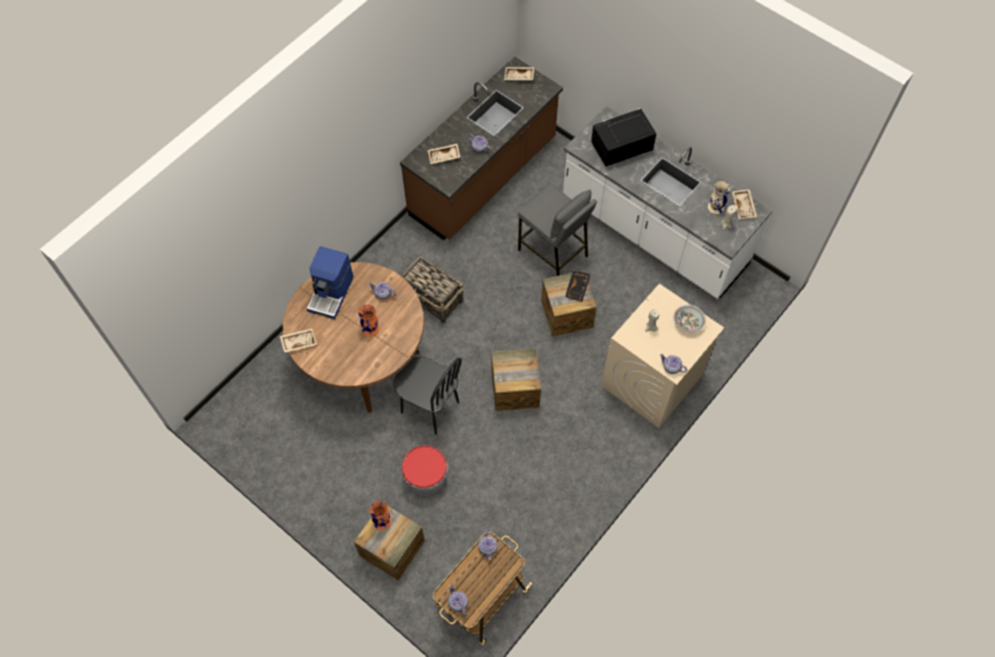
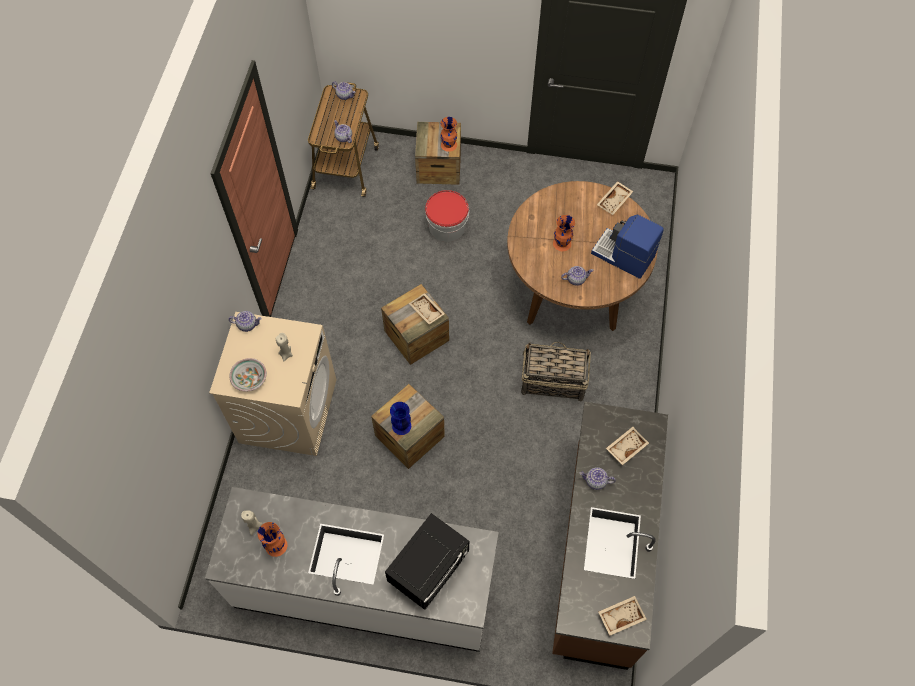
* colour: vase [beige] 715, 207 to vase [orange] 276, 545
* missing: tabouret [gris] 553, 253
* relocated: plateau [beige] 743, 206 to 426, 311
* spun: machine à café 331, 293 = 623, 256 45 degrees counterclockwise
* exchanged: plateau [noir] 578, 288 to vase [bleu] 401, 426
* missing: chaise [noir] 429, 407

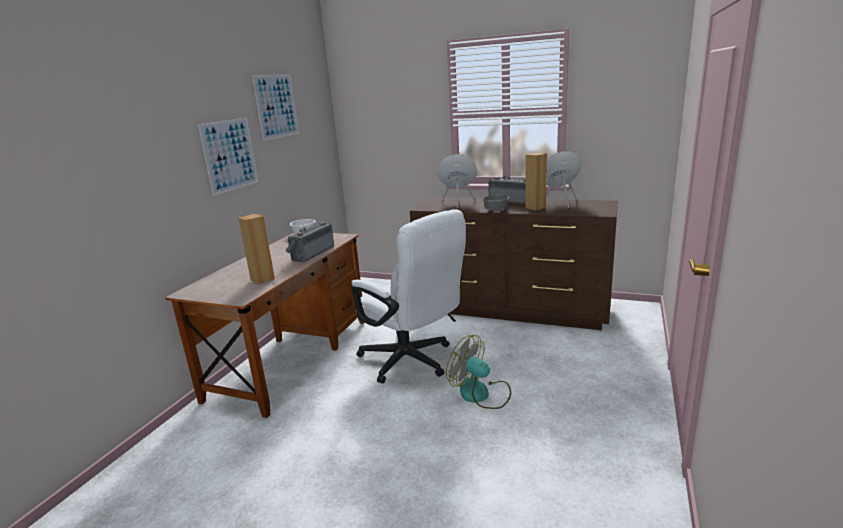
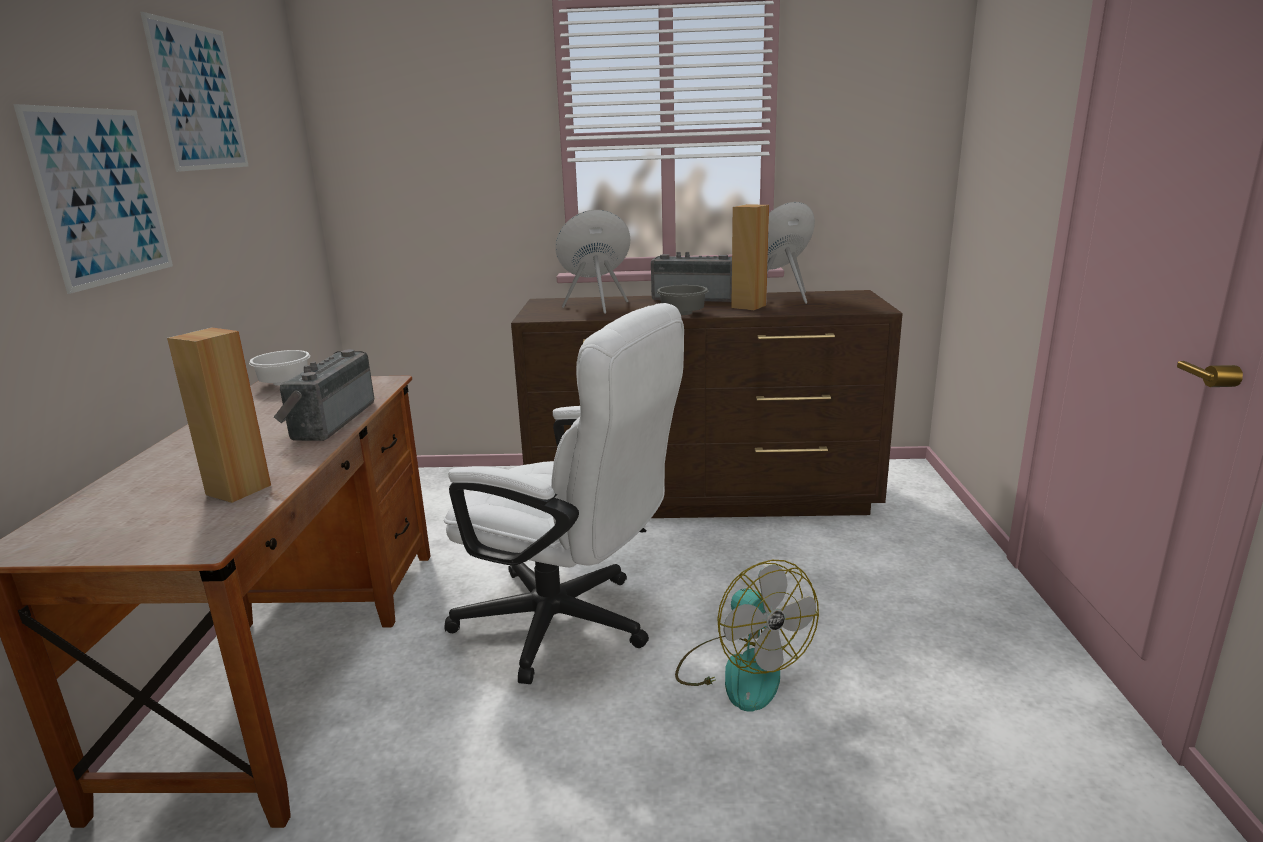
* spun: ventilateur 481, 394 = 741, 671 135 degrees counterclockwise

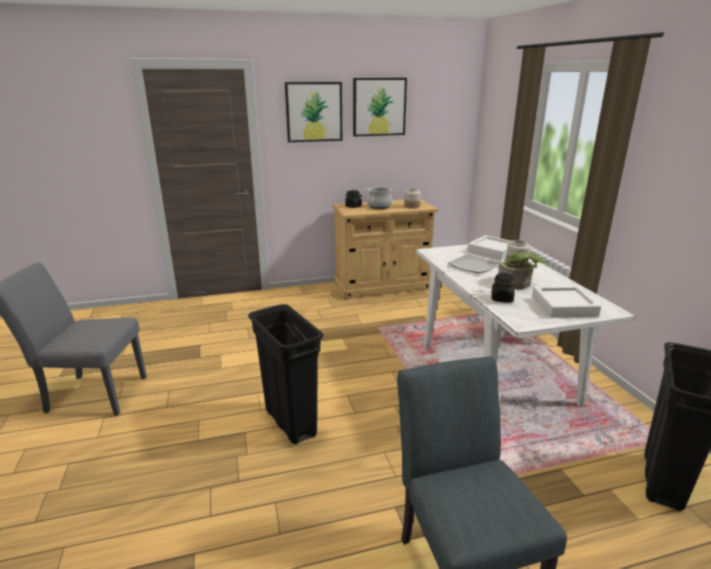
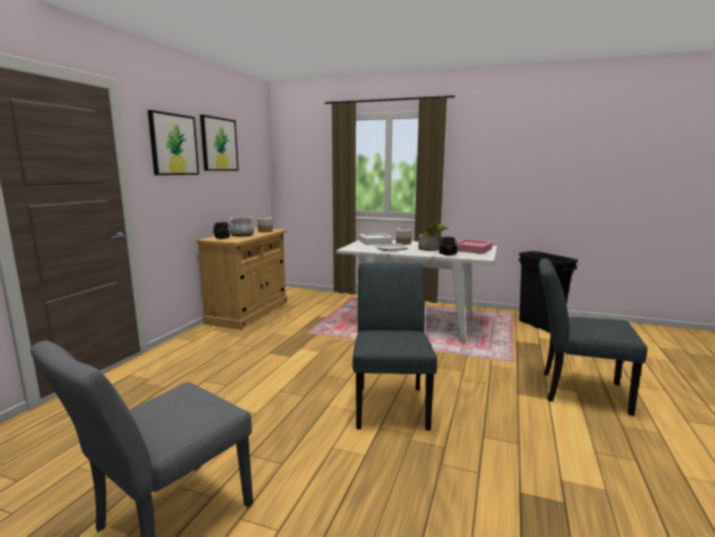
* colour: plateau [blanc] 564, 306 to plateau [rose] 472, 250
* exchanged: poubelle [noir] 291, 423 to chaise [gris] 391, 402

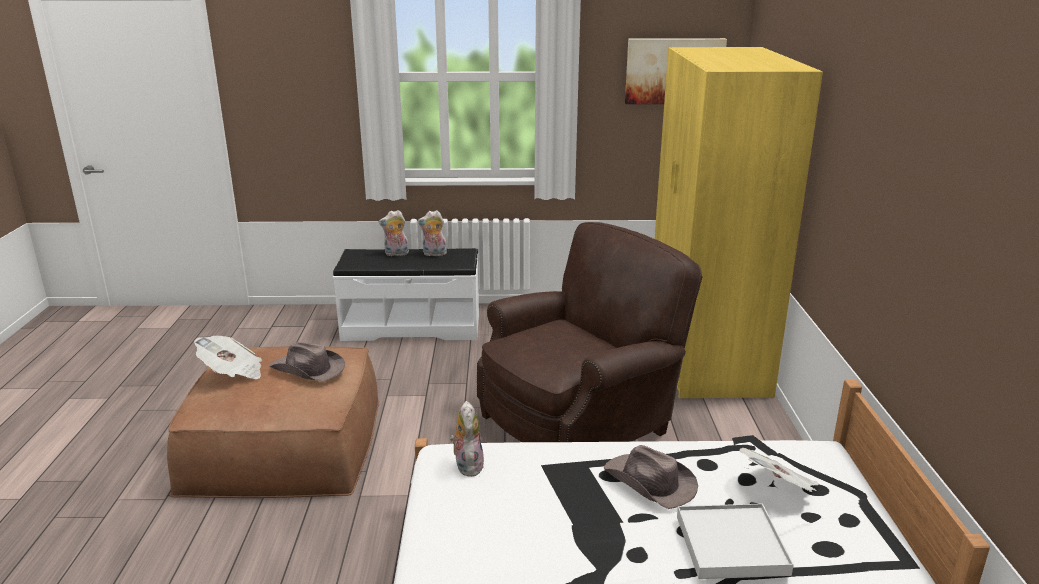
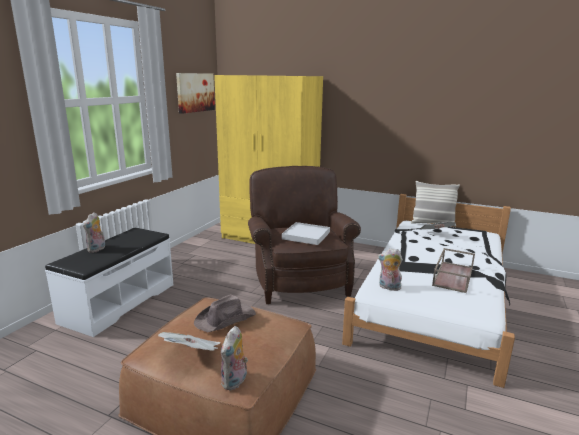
* relocated: peluche 434, 254 to 235, 382
* missing: chapeau [marron] 650, 482
* relocated: plateau [blanc] 731, 545 to 306, 235
* appeared: coussin 432, 223
* appeared: plateau [marron] 452, 276

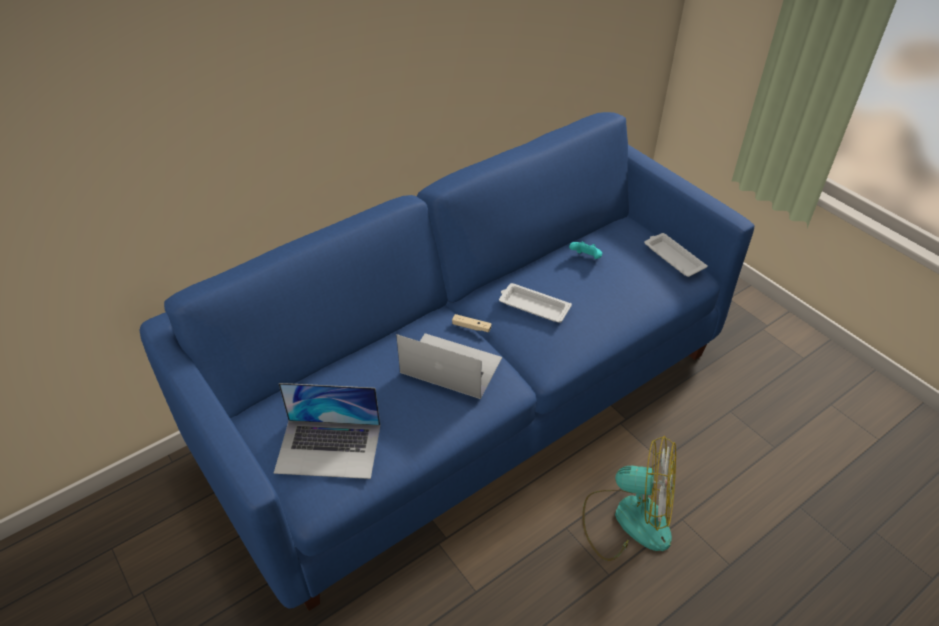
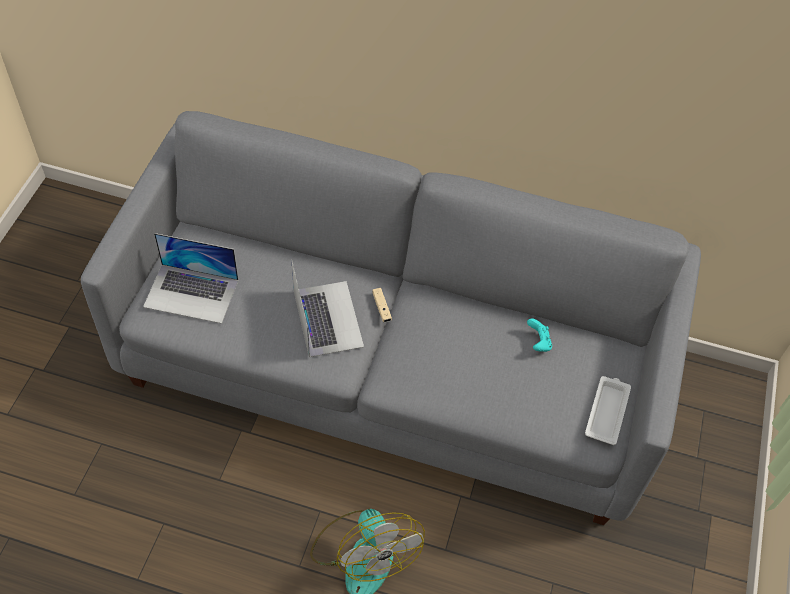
* colour: canapé [bleu] 470, 400 to canapé [gris] 391, 369
* missing: plateau [blanc] 533, 306
* spun: ordinateur portable 329, 448 = 191, 293 45 degrees counterclockwise

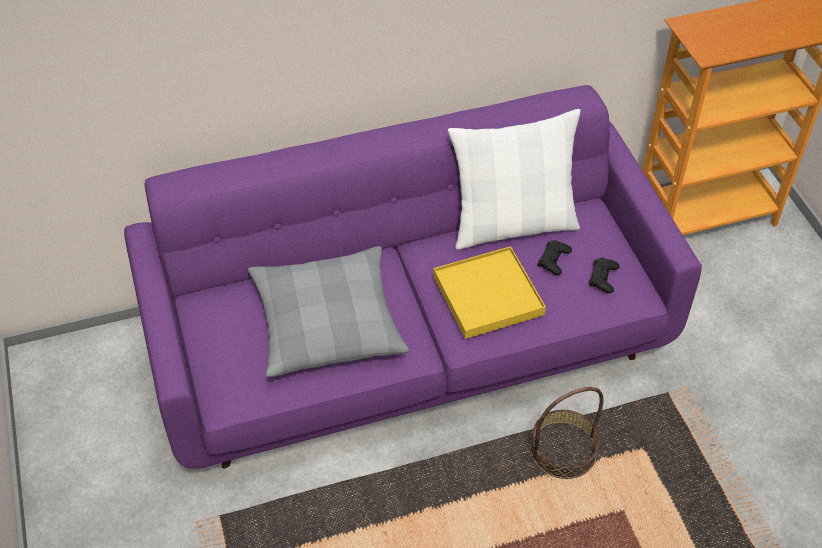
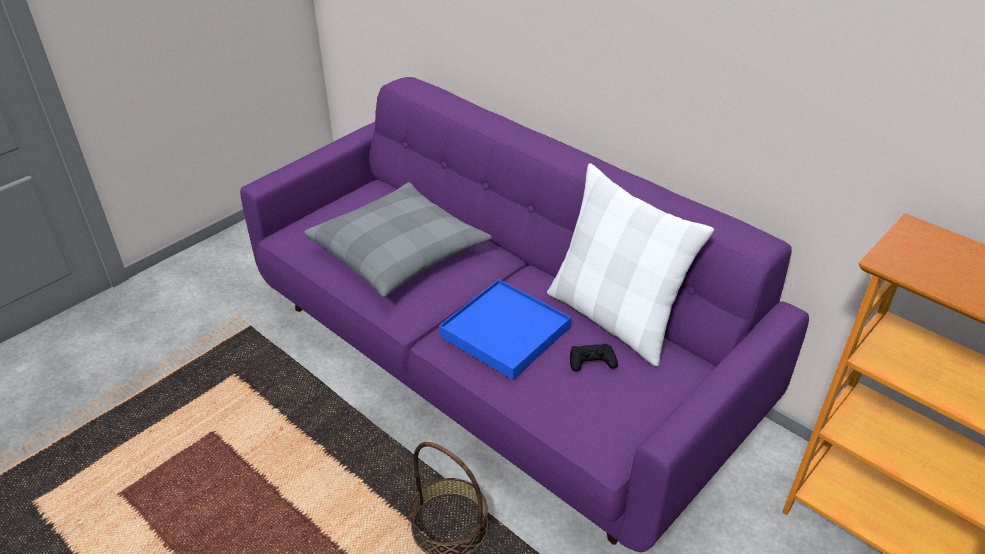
* colour: plateau [jaune] 487, 295 to plateau [bleu] 505, 331
* missing: manette [noir] 603, 278

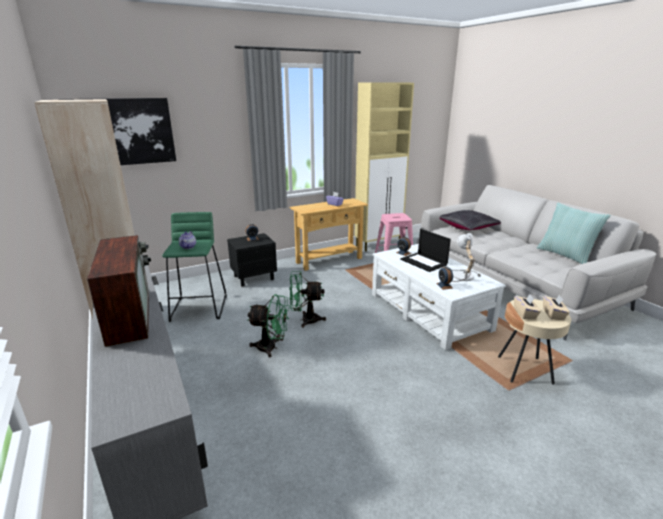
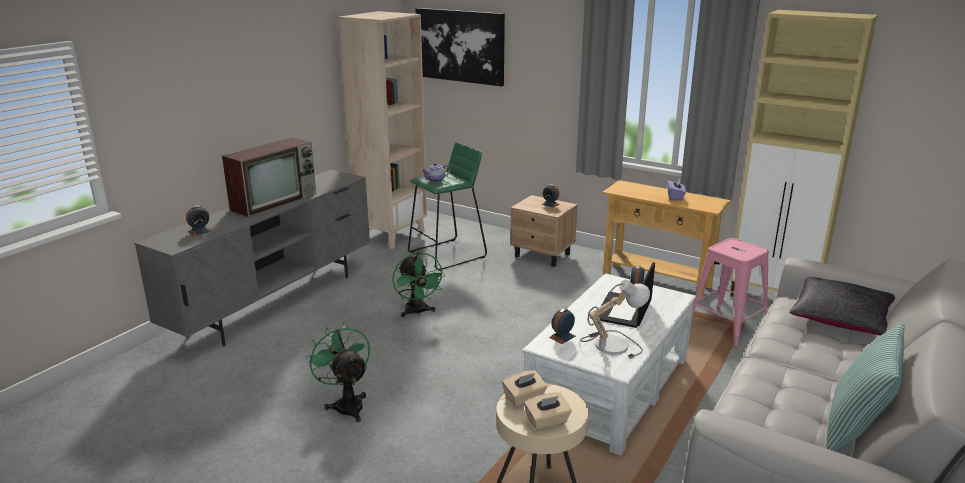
* colour: table de chevet [noir] 254, 277 to table de chevet [beige] 543, 255
* relocated: ventilateur [vert] 305, 320 to 346, 404
* appeared: réveil 199, 231

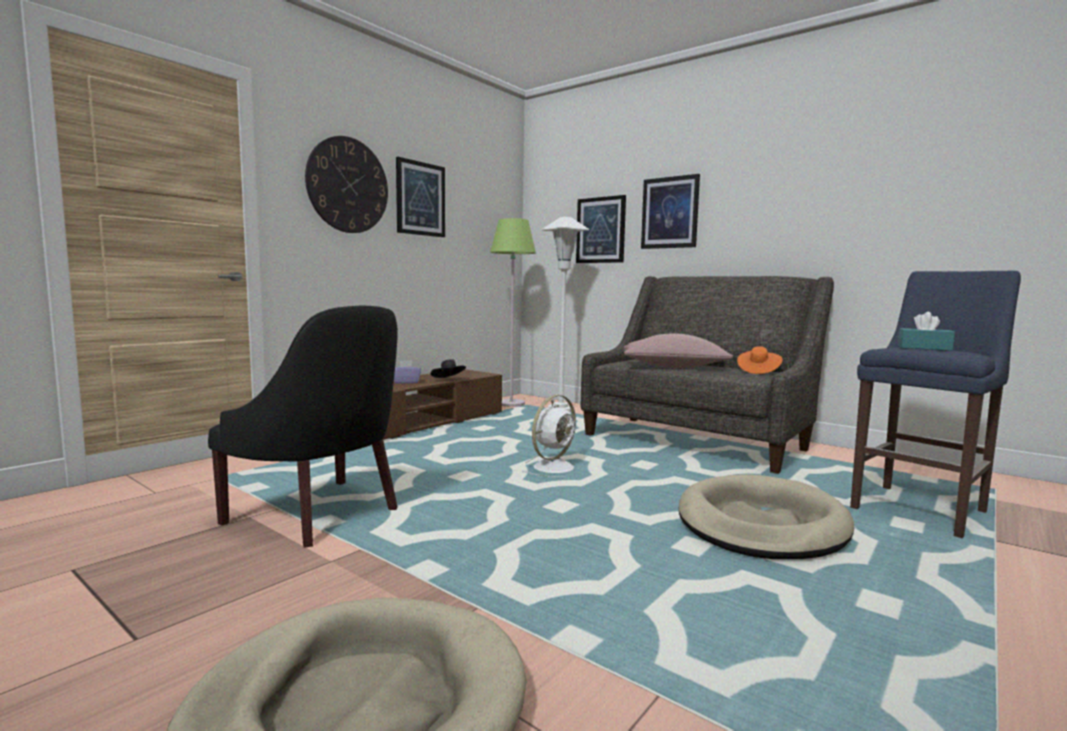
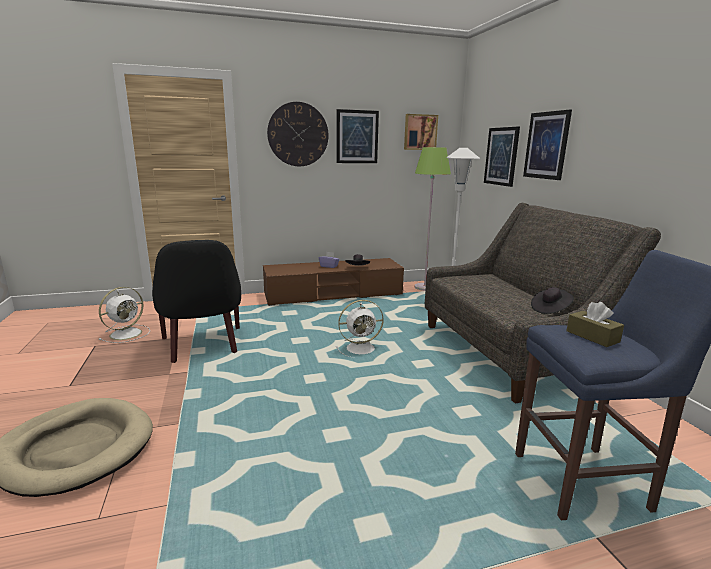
* colour: boîte à mouchoirs [turquoise] 924, 348 to boîte à mouchoirs [marron] 592, 336
* missing: coussin [rose] 674, 367
* colour: chapeau [orange] 758, 371 to chapeau [noir] 550, 309
* missing: panier pour chien [beige] 761, 524
* appeared: tableau 420, 132
* appeared: ventilateur [blanc] 127, 333

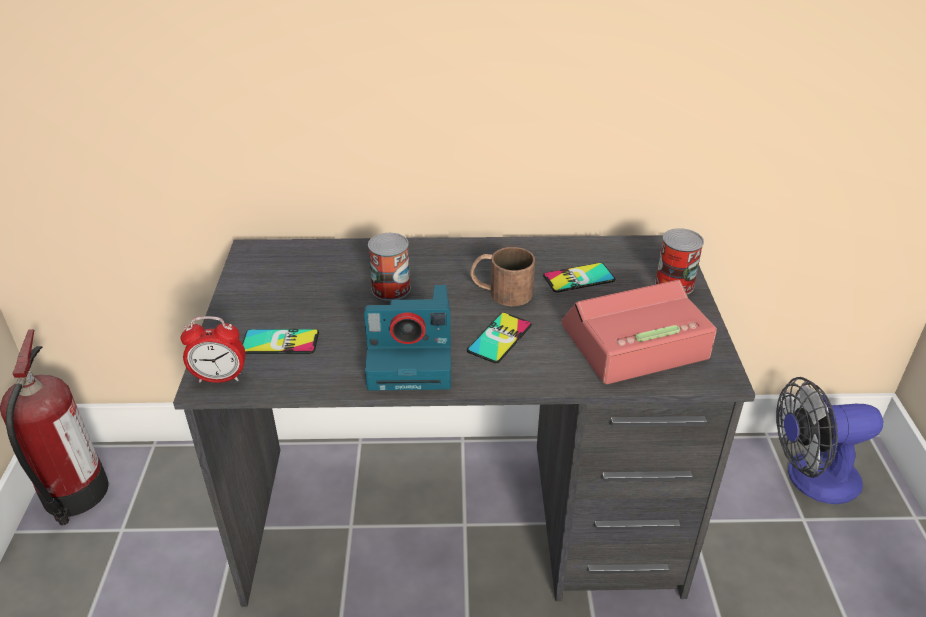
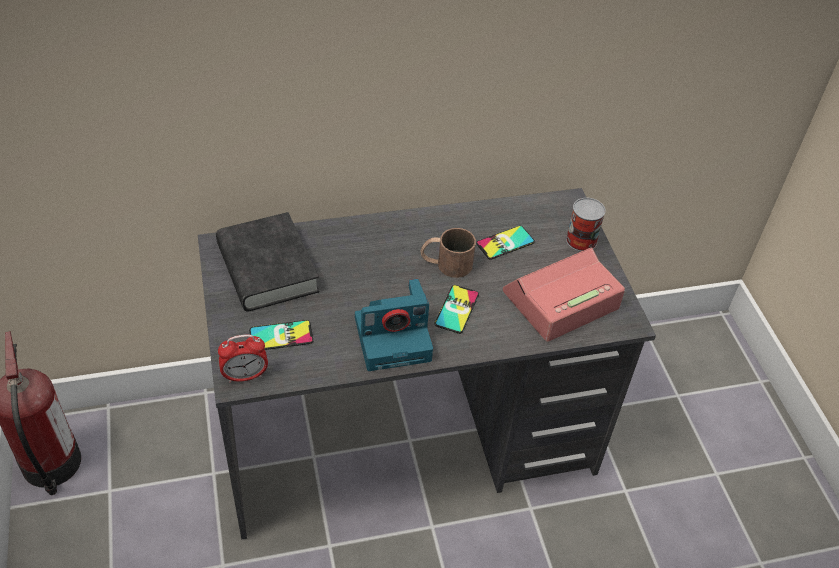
* missing: boîte métallique 391, 289
* missing: ventilateur 811, 478
* appeared: livre [noir] 267, 268

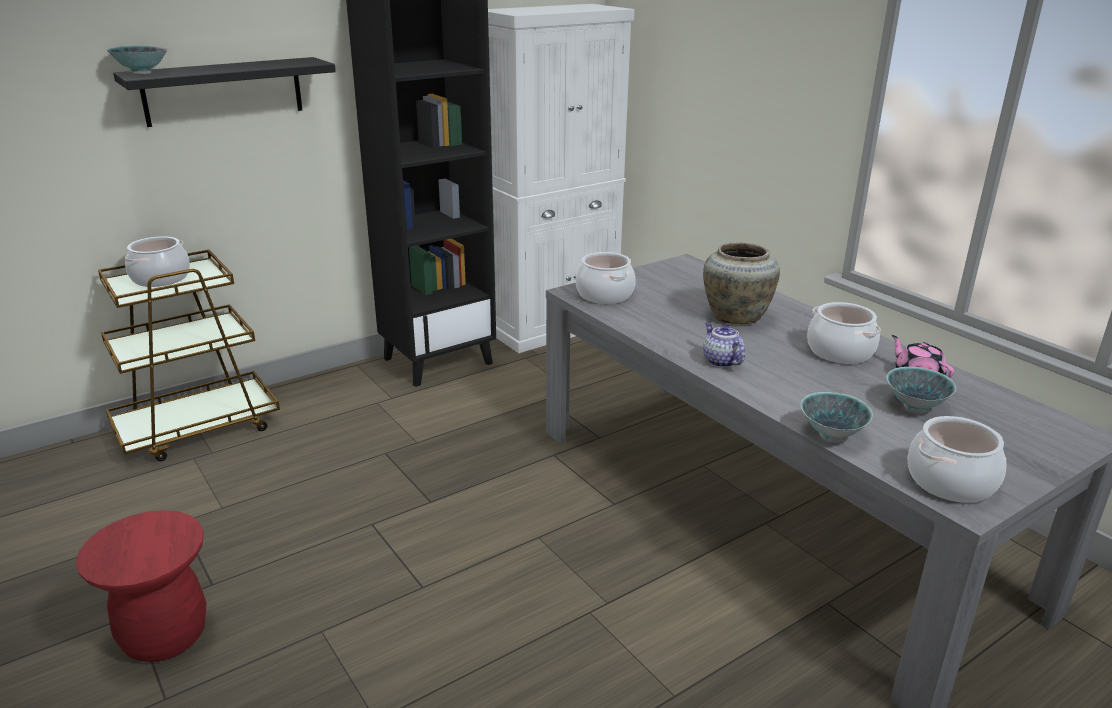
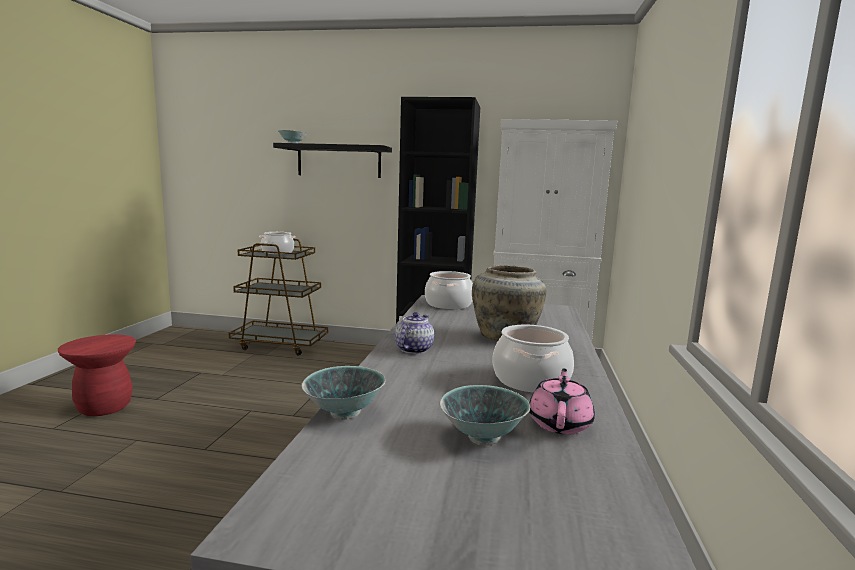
* missing: marmite 950, 482

